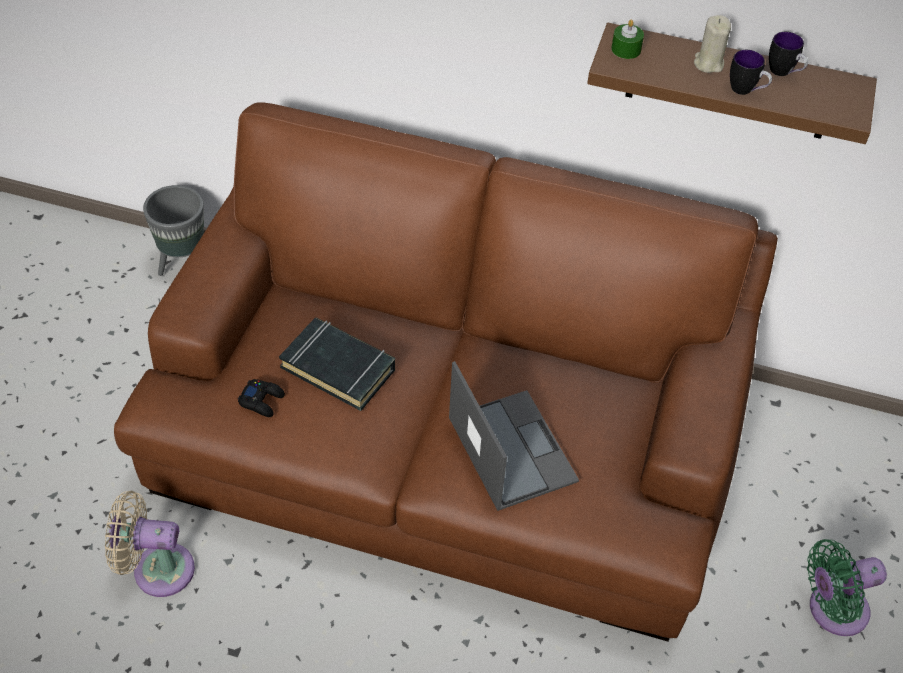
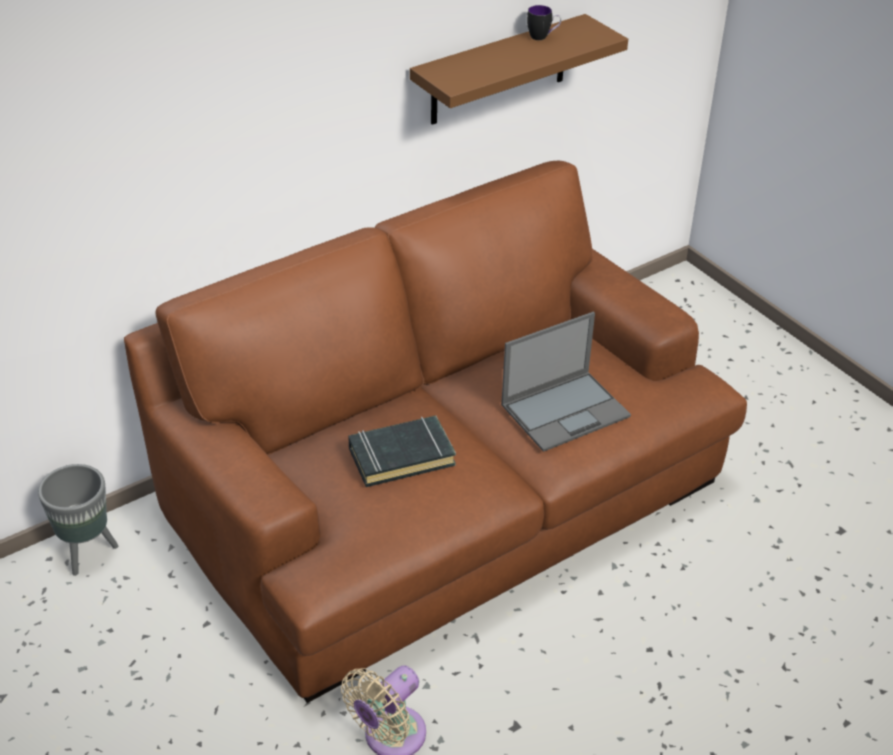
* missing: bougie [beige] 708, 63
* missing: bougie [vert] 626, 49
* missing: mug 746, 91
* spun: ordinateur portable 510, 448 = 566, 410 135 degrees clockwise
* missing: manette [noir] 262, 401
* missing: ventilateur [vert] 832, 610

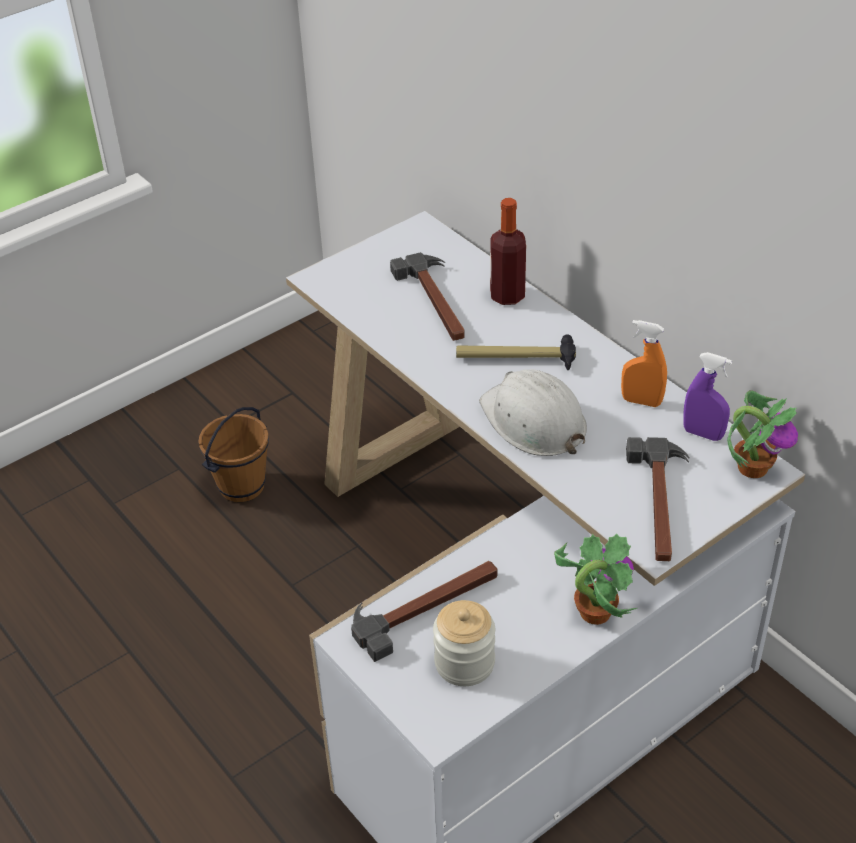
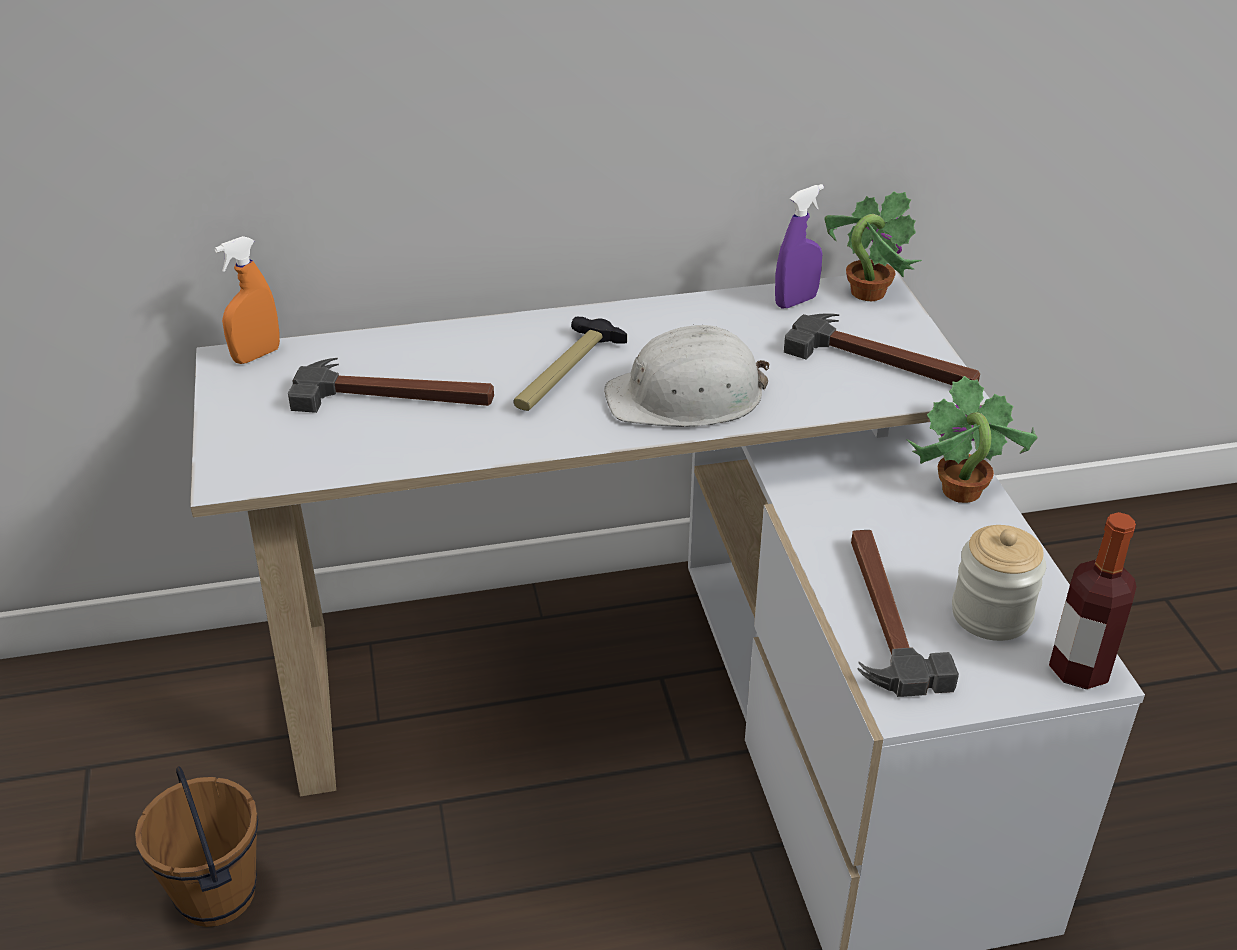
* relocated: bouteille 507, 296 to 1079, 669
* relocated: vaporisateur [orange] 641, 401 to 256, 355

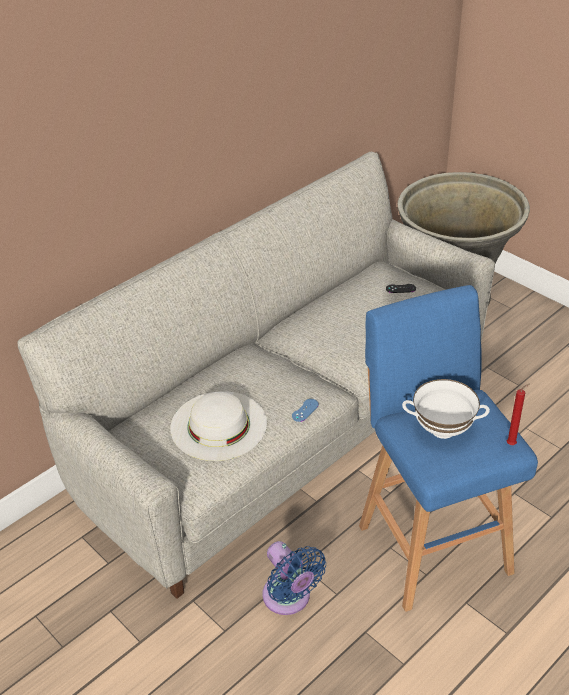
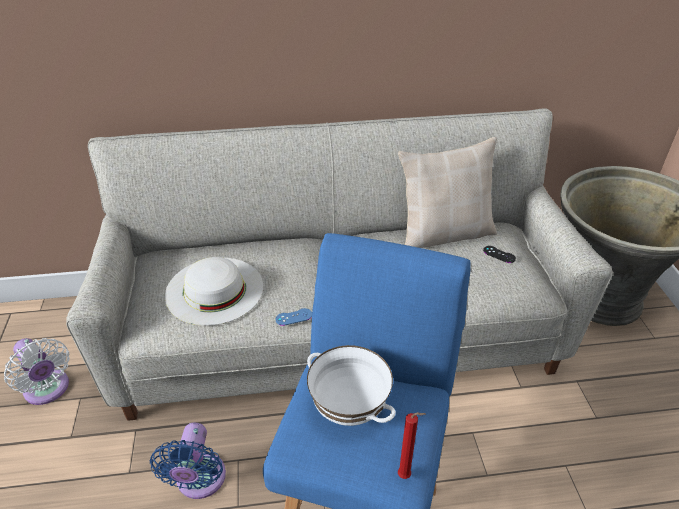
* appeared: coussin [beige] 444, 233
* appeared: ventilateur [blanc] 48, 390

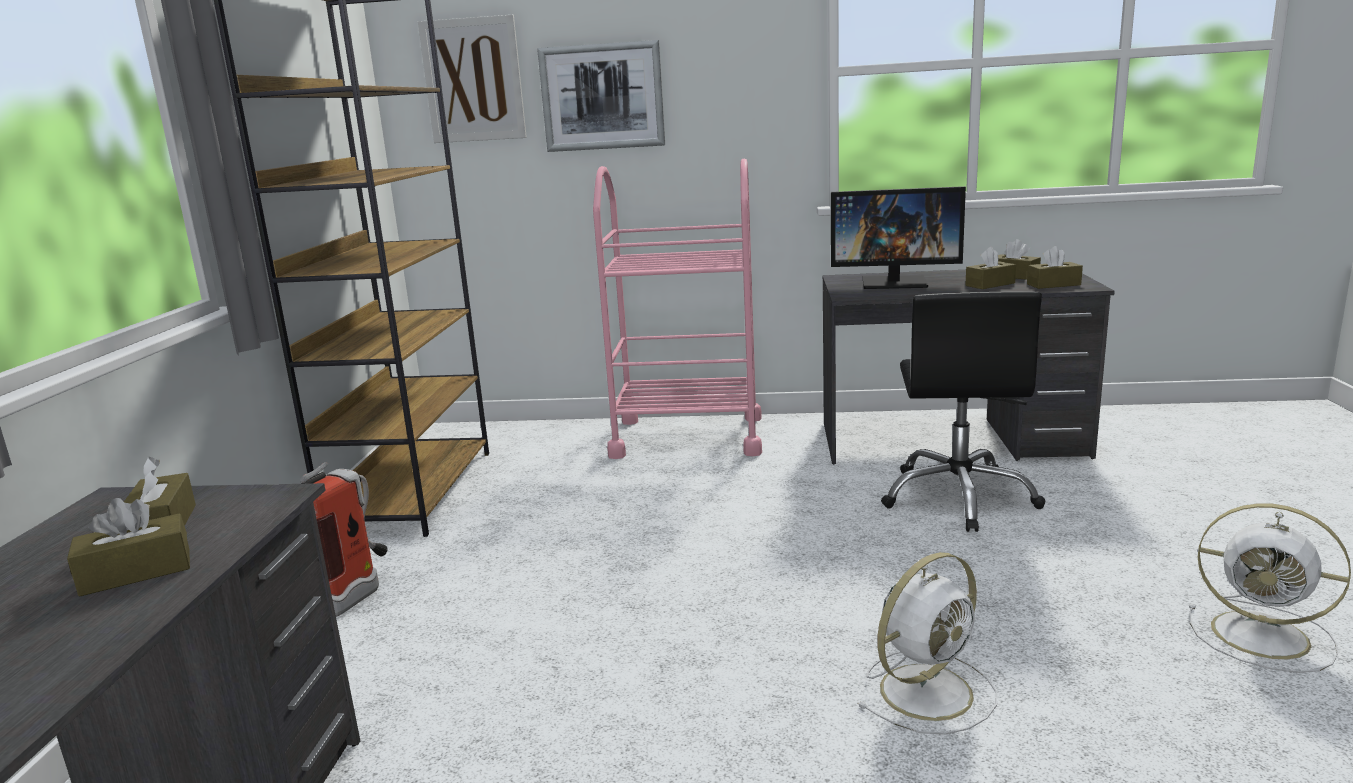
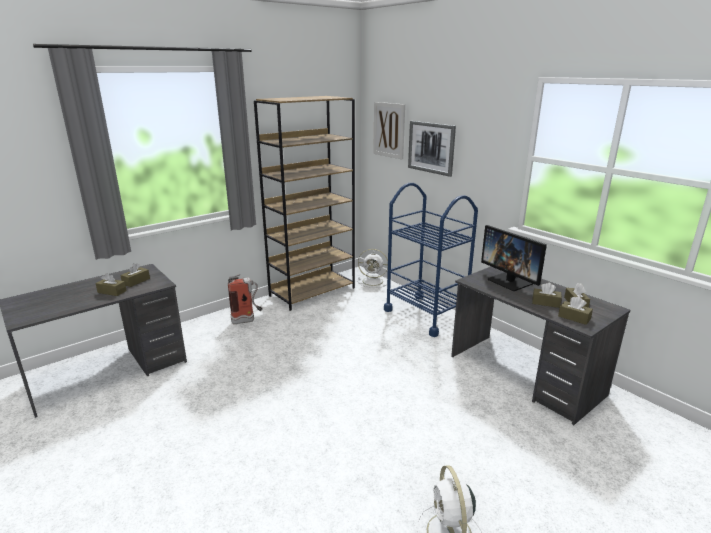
* colour: chariot [rose] 688, 437 to chariot [bleu] 426, 315
* missing: chaise de bureau [noir] 959, 497
* relocated: ventilateur [blanc] 929, 690 to 373, 281

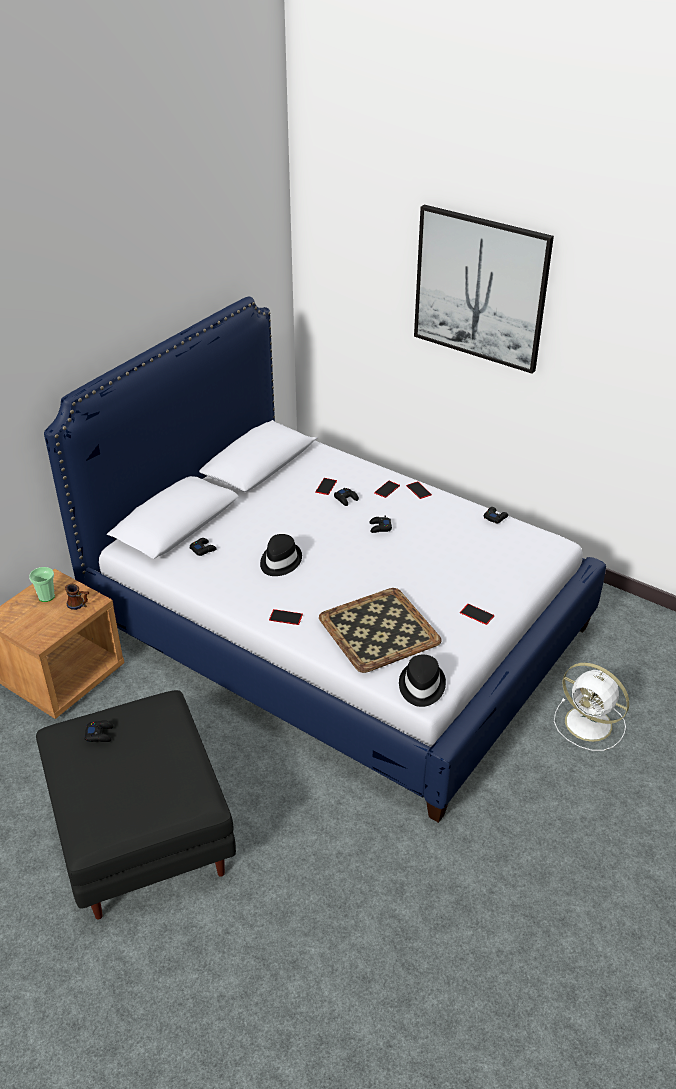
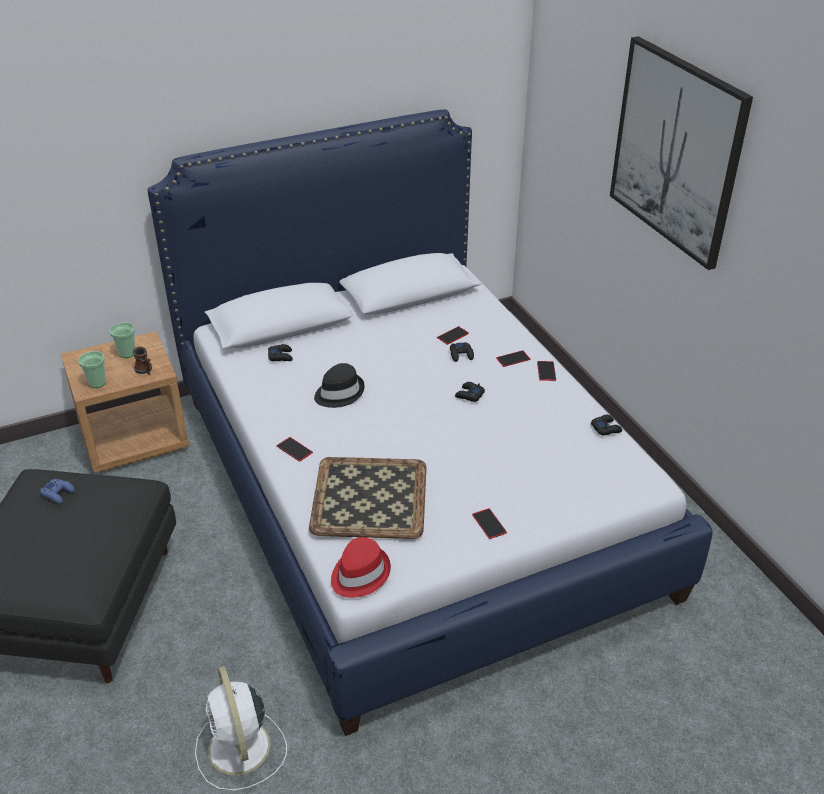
* colour: chapeau [noir] 421, 686 to chapeau [rouge] 359, 574
* relocated: ventilateur [blanc] 590, 725 to 240, 750
* colour: manette [noir] 99, 734 to manette [bleu] 58, 493
* appeared: tasse 97, 383

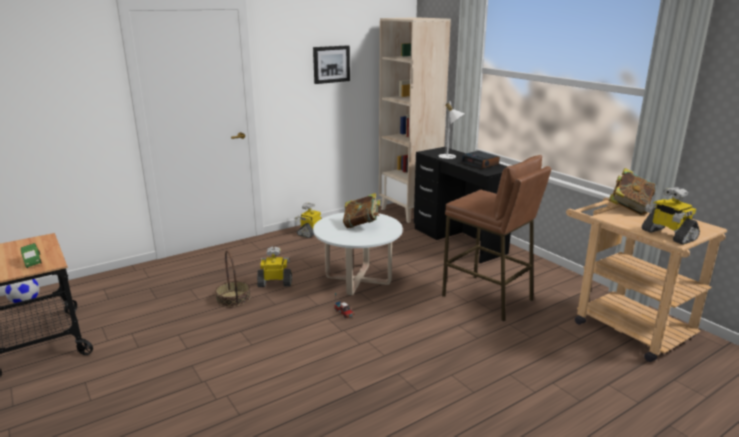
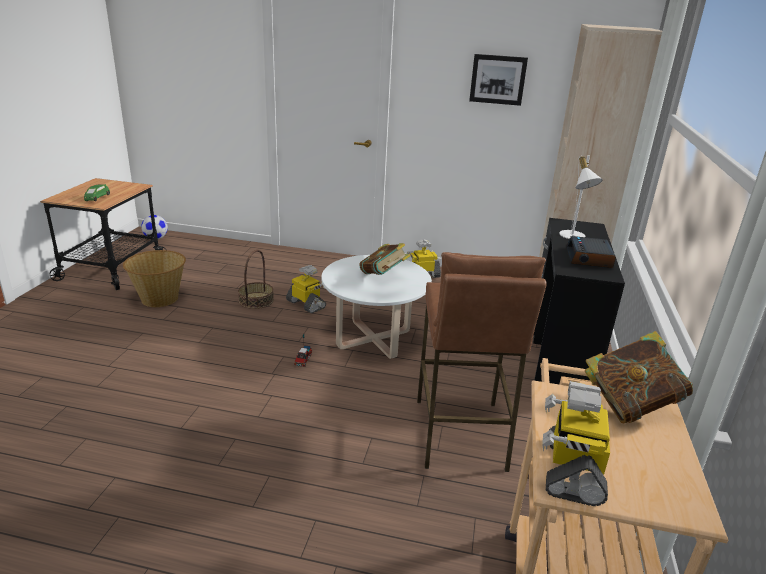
* appeared: panier 159, 298

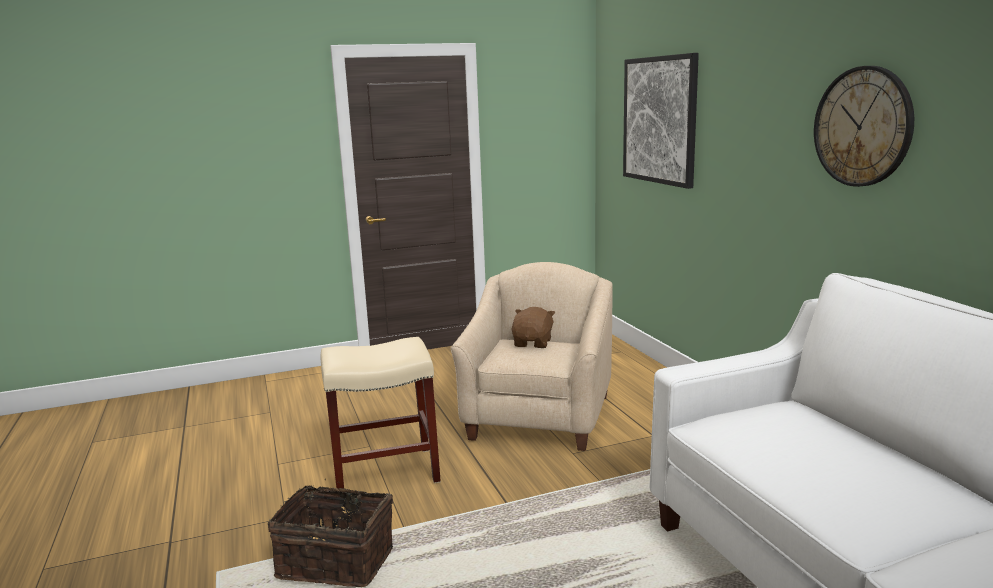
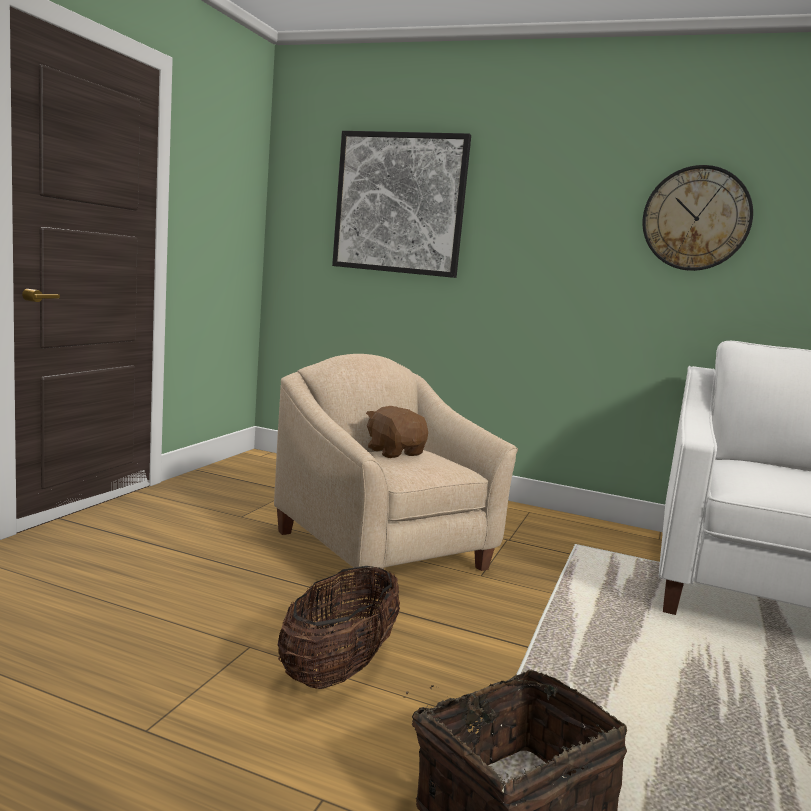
* exchanged: tabouret [beige] 386, 472 to panier 339, 669

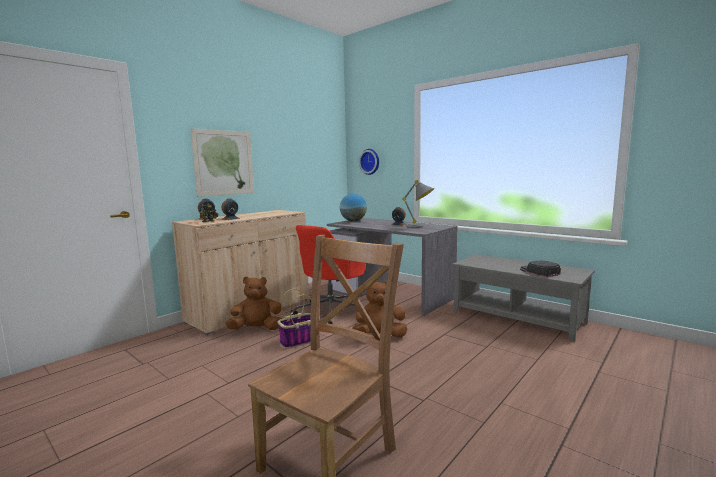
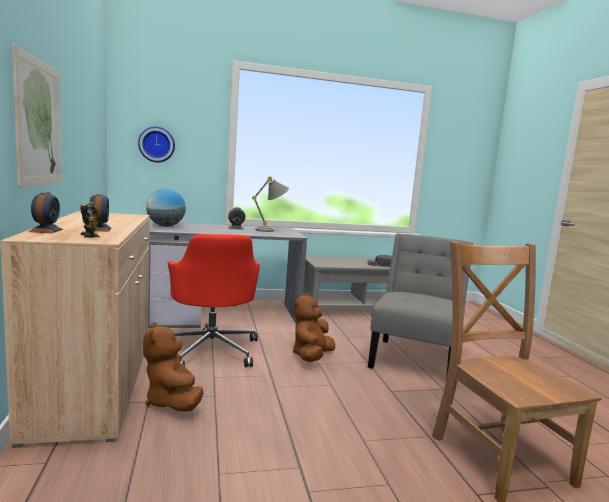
* spun: peluche [marron] 257, 329 = 172, 402 45 degrees counterclockwise
* missing: panier 300, 340
* appeared: chaise [gris] 415, 359

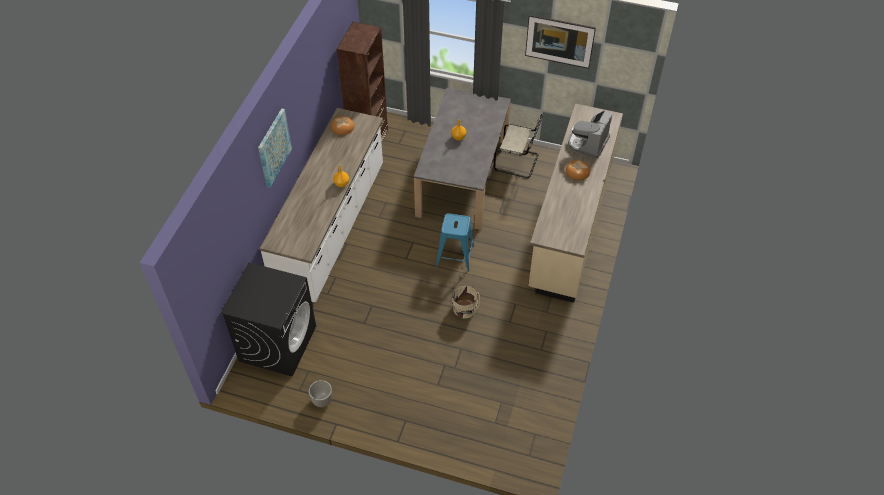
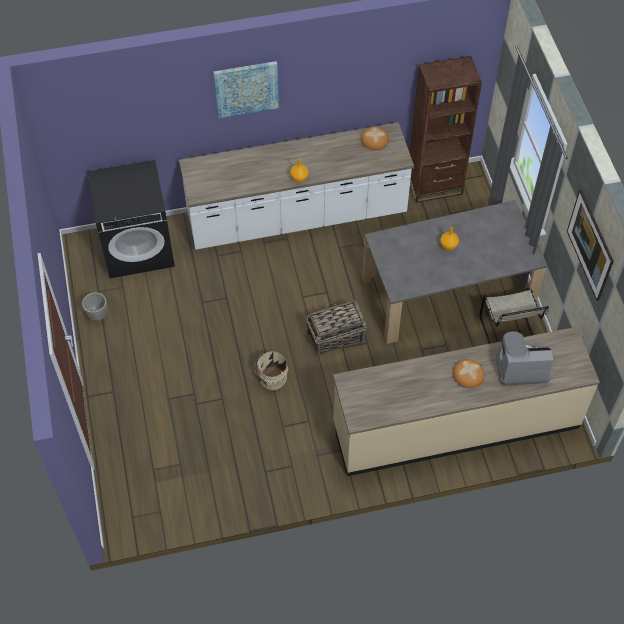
* exchanged: tabouret [bleu] 455, 256 to panier 335, 337

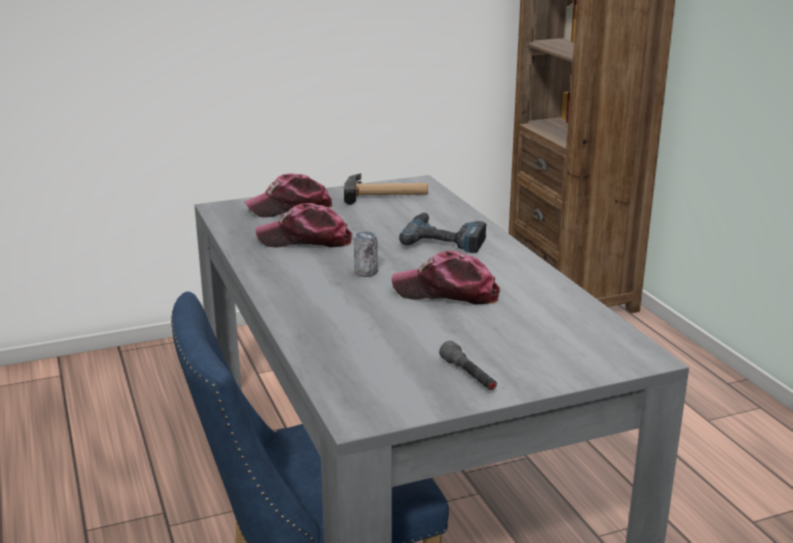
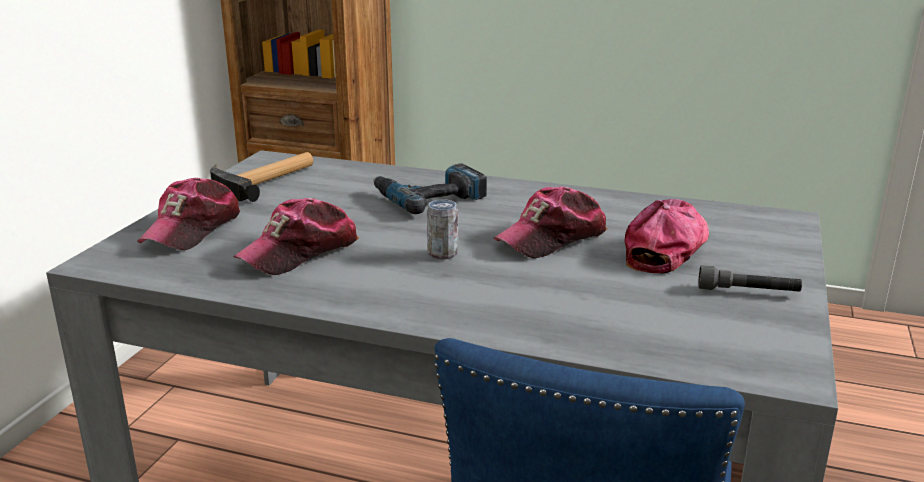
* appeared: casquette 667, 248

